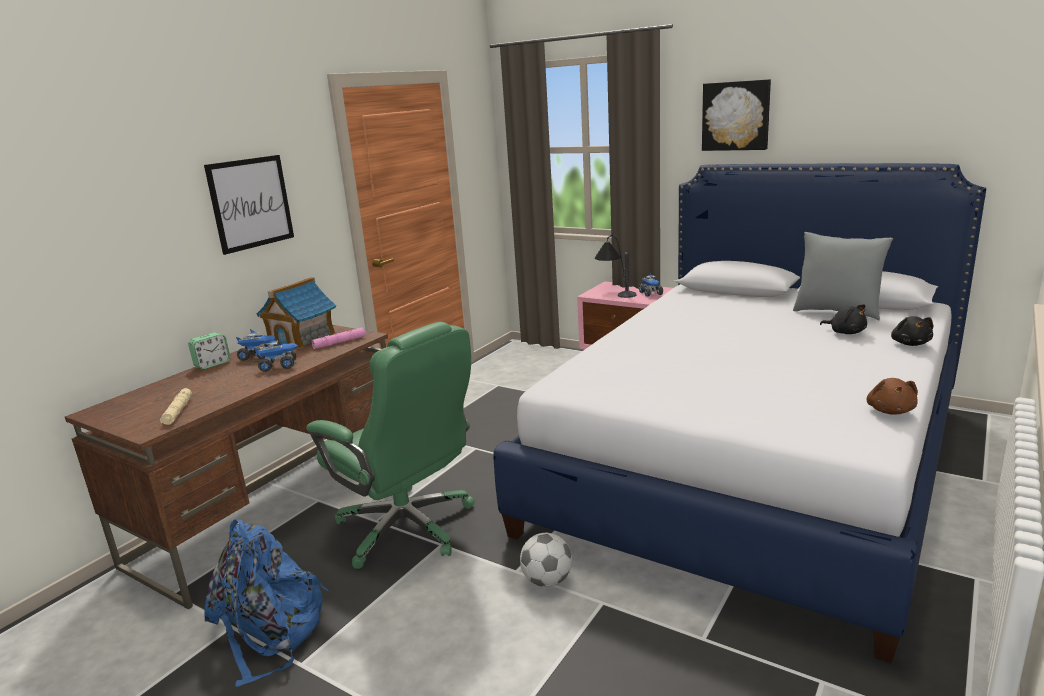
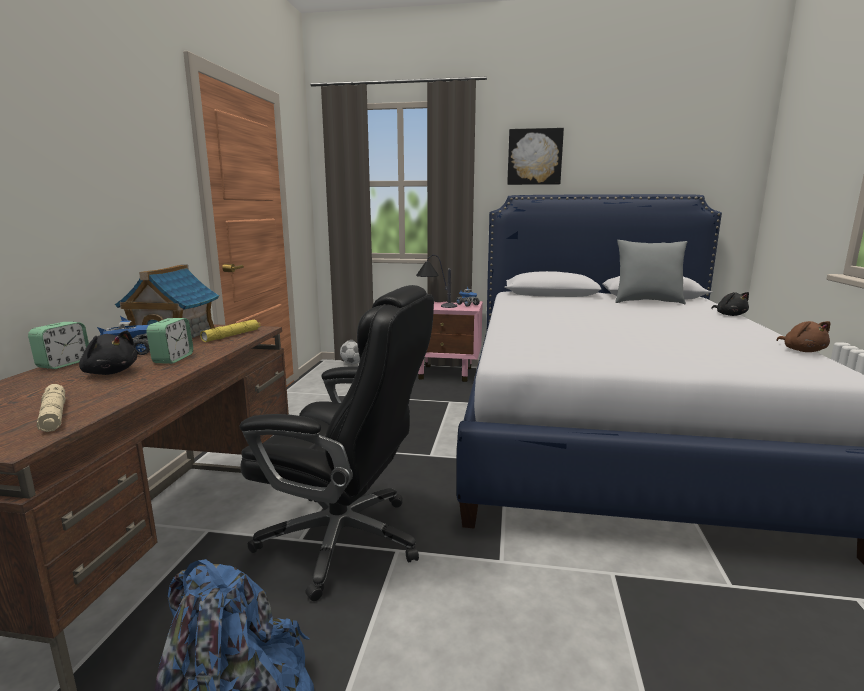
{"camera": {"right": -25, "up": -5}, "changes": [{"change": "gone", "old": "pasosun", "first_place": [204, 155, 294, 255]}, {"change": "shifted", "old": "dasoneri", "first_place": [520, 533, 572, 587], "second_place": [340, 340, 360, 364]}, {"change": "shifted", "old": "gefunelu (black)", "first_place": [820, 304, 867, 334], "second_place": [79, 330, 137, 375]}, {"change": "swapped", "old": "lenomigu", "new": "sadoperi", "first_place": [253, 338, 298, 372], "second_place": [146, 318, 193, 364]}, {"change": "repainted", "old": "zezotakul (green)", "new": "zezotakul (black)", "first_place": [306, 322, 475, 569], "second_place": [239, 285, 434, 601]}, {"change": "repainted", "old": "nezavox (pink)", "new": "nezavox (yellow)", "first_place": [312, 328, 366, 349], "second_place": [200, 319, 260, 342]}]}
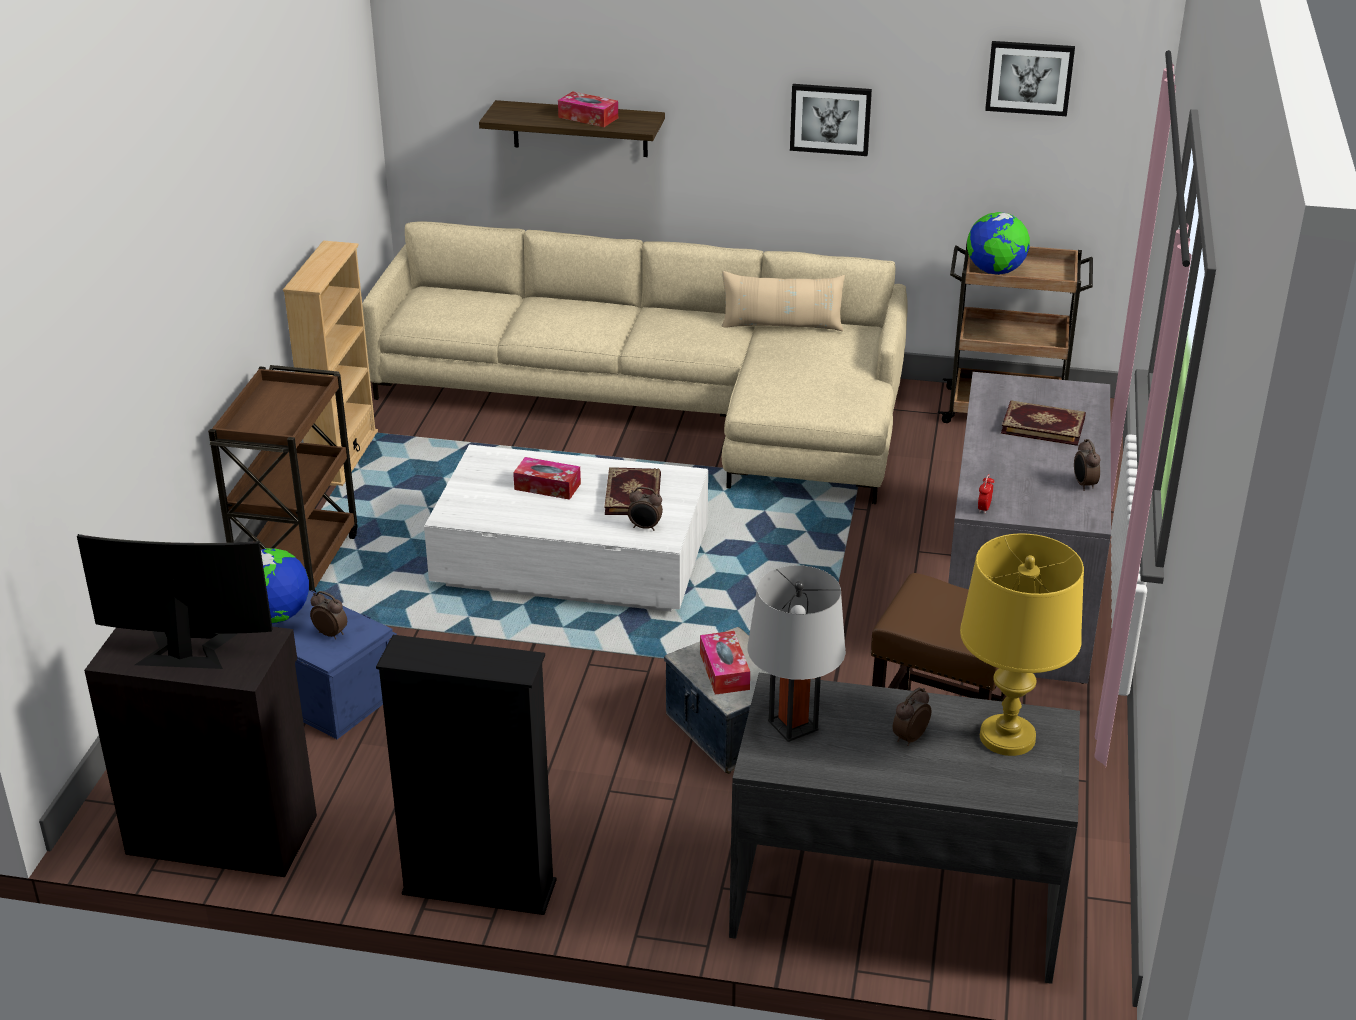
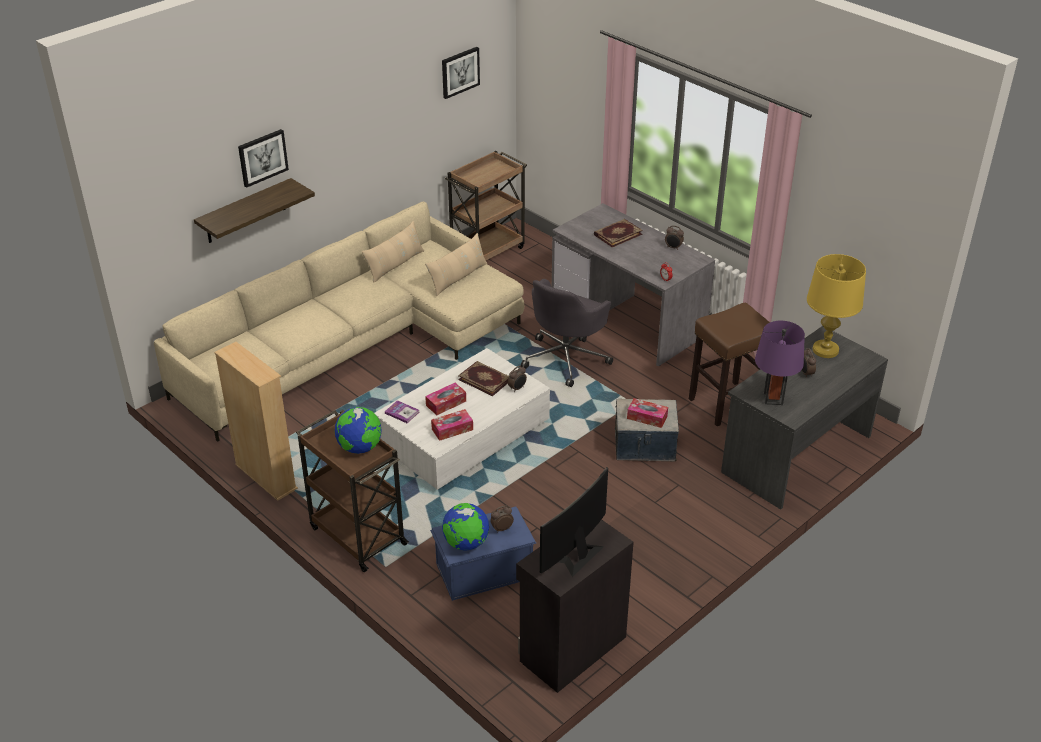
{"camera": {"right": -55, "up": 5}, "changes": [{"change": "gone", "old": "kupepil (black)", "first_place": [376, 635, 556, 915]}, {"change": "new", "new": "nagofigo", "second_place": [385, 400, 419, 423]}, {"change": "new", "new": "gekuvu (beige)", "second_place": [425, 233, 487, 296]}, {"change": "new", "new": "zezotakul (grey)", "second_place": [521, 279, 613, 387]}, {"change": "shifted", "old": "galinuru", "first_place": [558, 91, 618, 127], "second_place": [431, 409, 473, 441]}, {"change": "shifted", "old": "pasosun", "first_place": [790, 84, 872, 156], "second_place": [238, 129, 289, 188]}, {"change": "shifted", "old": "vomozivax", "first_place": [967, 212, 1030, 275], "second_place": [335, 407, 382, 454]}, {"change": "repainted", "old": "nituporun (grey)", "new": "nituporun (purple)", "first_place": [748, 565, 846, 742], "second_place": [755, 321, 805, 405]}]}
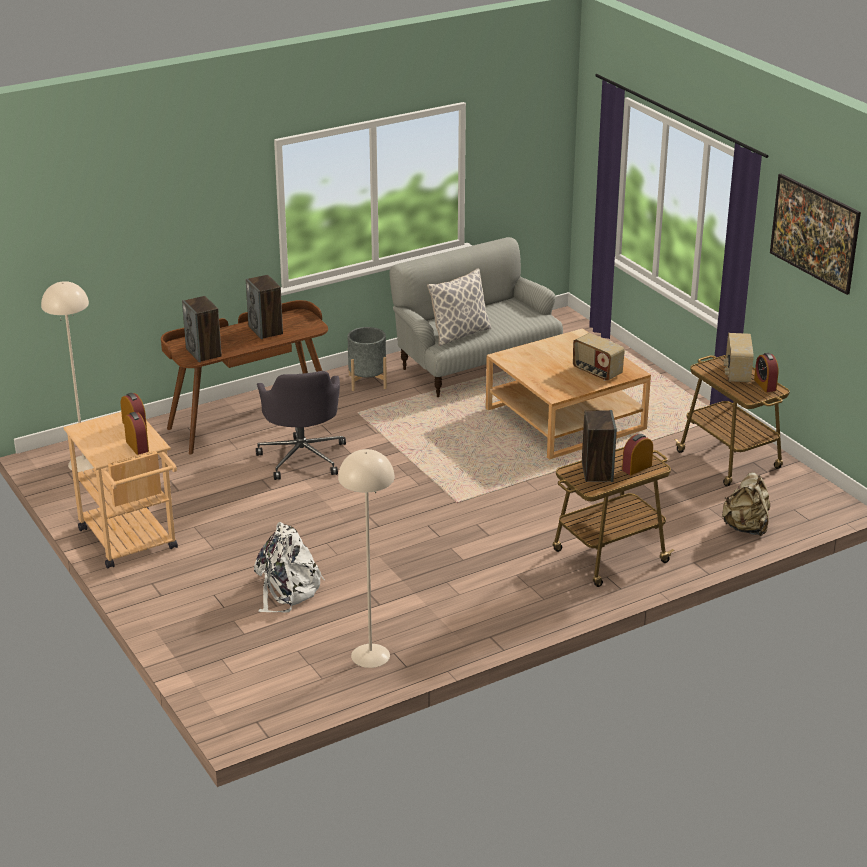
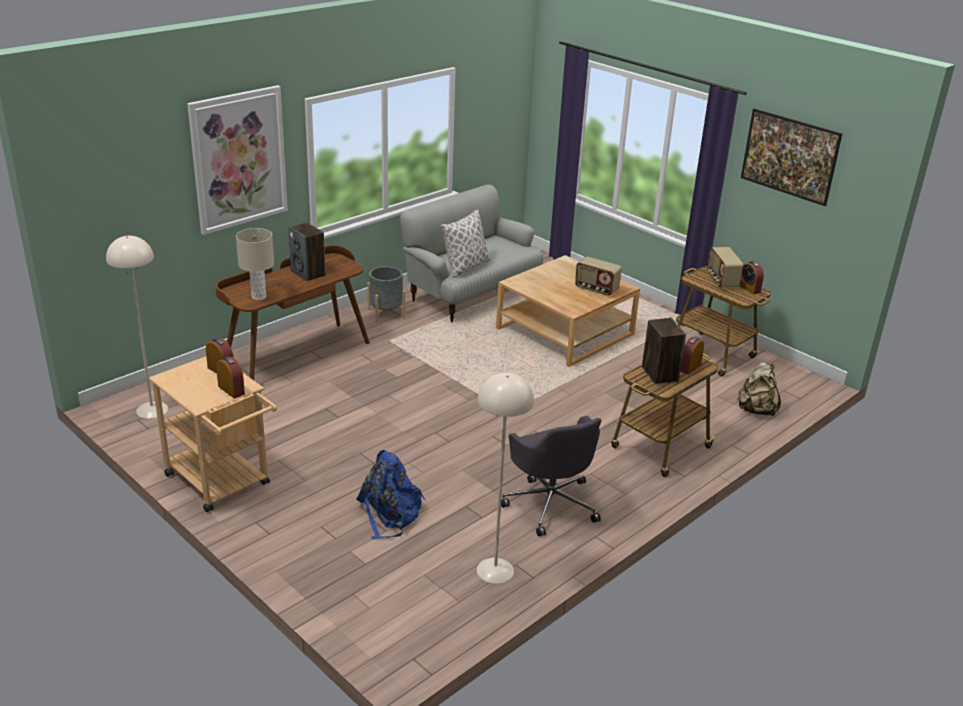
{"camera": {"right": -15, "up": 0}, "changes": [{"change": "new", "new": "pasosun", "second_place": [187, 85, 288, 235]}, {"change": "shifted", "old": "zezotakul (grey)", "first_place": [256, 371, 346, 480], "second_place": [501, 416, 601, 536]}, {"change": "swapped", "old": "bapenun", "new": "nituporun (beige)", "first_place": [182, 296, 222, 362], "second_place": [236, 228, 274, 300]}, {"change": "repainted", "old": "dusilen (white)", "new": "dusilen (blue)", "first_place": [254, 522, 325, 613], "second_place": [356, 450, 426, 539]}]}
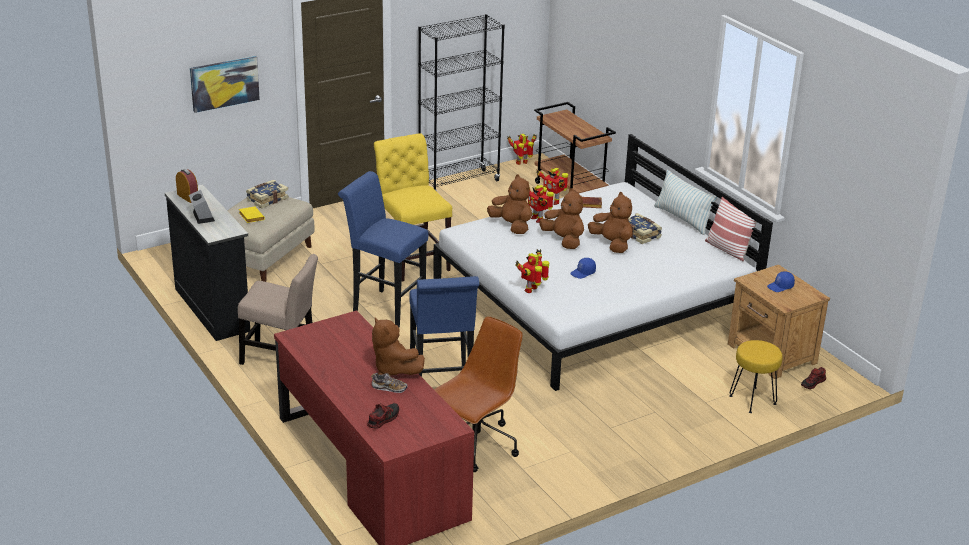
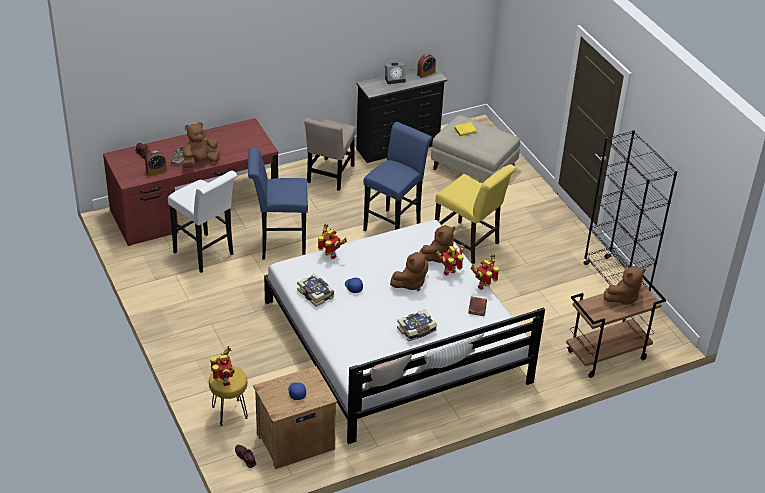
{"camera": {"right": 95, "up": 10}, "changes": [{"change": "gone", "old": "pasosun", "first_place": [190, 56, 260, 113]}, {"change": "new", "new": "sadoperi", "second_place": [145, 150, 167, 176]}, {"change": "shifted", "old": "nagofigo", "first_place": [246, 180, 289, 208], "second_place": [297, 273, 335, 307]}, {"change": "shifted", "old": "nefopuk", "first_place": [507, 134, 537, 165], "second_place": [210, 346, 235, 386]}, {"change": "shifted", "old": "gefunelu (brown)", "first_place": [588, 192, 633, 253], "second_place": [603, 266, 646, 306]}, {"change": "swapped", "old": "zezotakul (brown)", "new": "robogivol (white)", "first_place": [434, 316, 523, 472], "second_place": [168, 171, 237, 273]}, {"change": "rotated", "old": "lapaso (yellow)", "first_place": [374, 133, 452, 282], "second_place": [435, 164, 516, 264], "degrees": 60}]}
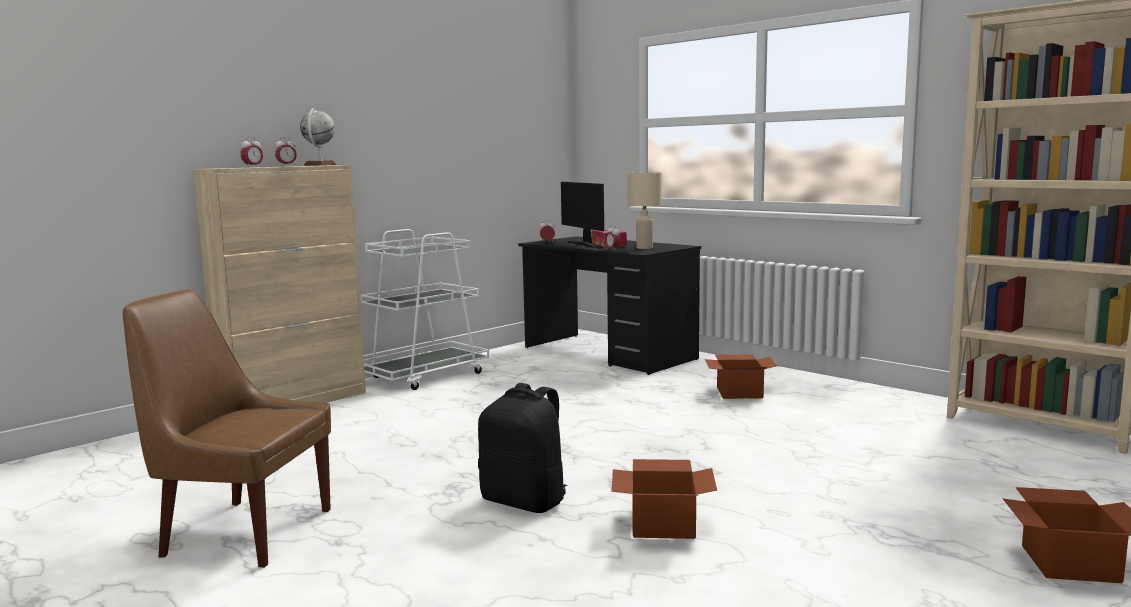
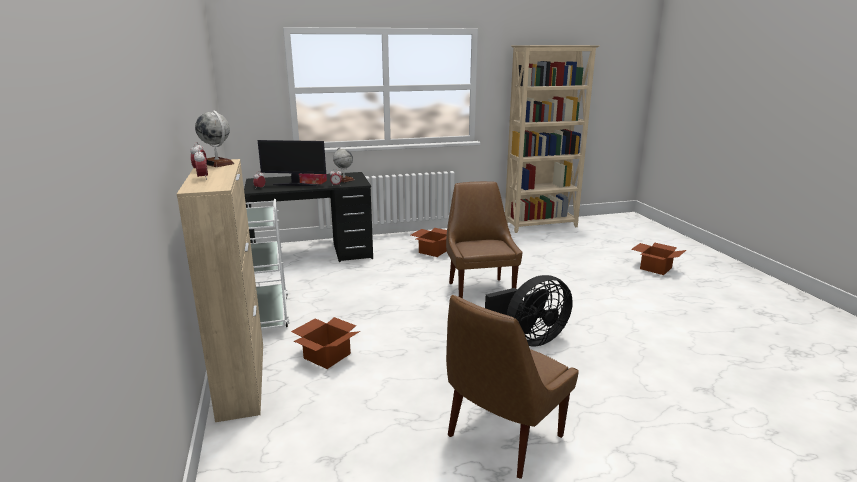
{"camera": {"right": -60, "up": 10}, "changes": [{"change": "new", "new": "lapaso (brown)", "second_place": [446, 181, 523, 299]}, {"change": "shifted", "old": "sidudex", "first_place": [611, 459, 717, 539], "second_place": [291, 317, 360, 369]}, {"change": "swapped", "old": "dusilen (black)", "new": "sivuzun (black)", "first_place": [478, 383, 567, 513], "second_place": [485, 275, 573, 346]}, {"change": "swapped", "old": "nituporun (beige)", "new": "vomozivax", "first_place": [627, 172, 662, 249], "second_place": [333, 147, 354, 182]}]}
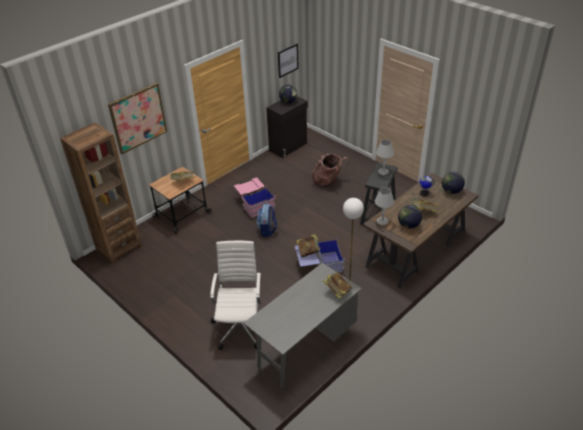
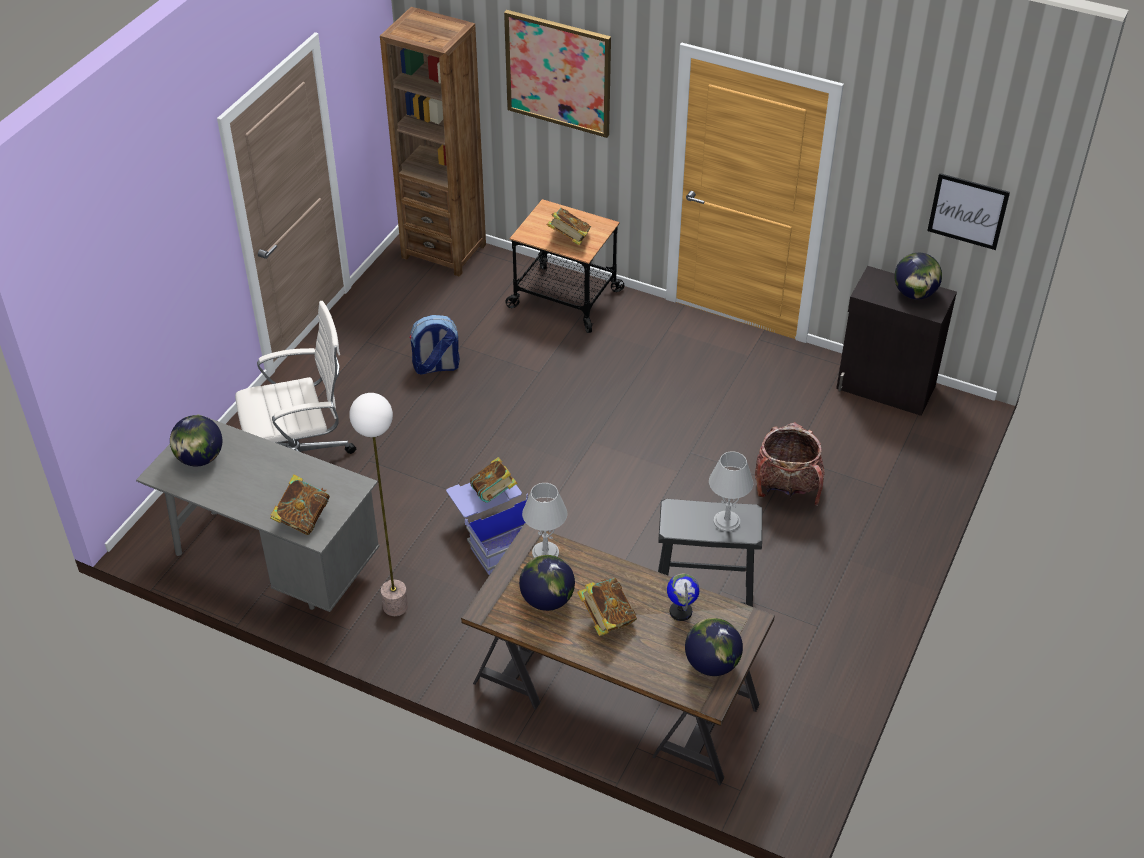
{"camera": {"right": 70, "up": 5}, "changes": [{"change": "gone", "old": "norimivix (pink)", "first_place": [234, 178, 276, 218]}, {"change": "new", "new": "vomozivax", "second_place": [170, 415, 222, 466]}, {"change": "shifted", "old": "dusilen", "first_place": [256, 203, 277, 237], "second_place": [409, 315, 460, 375]}]}
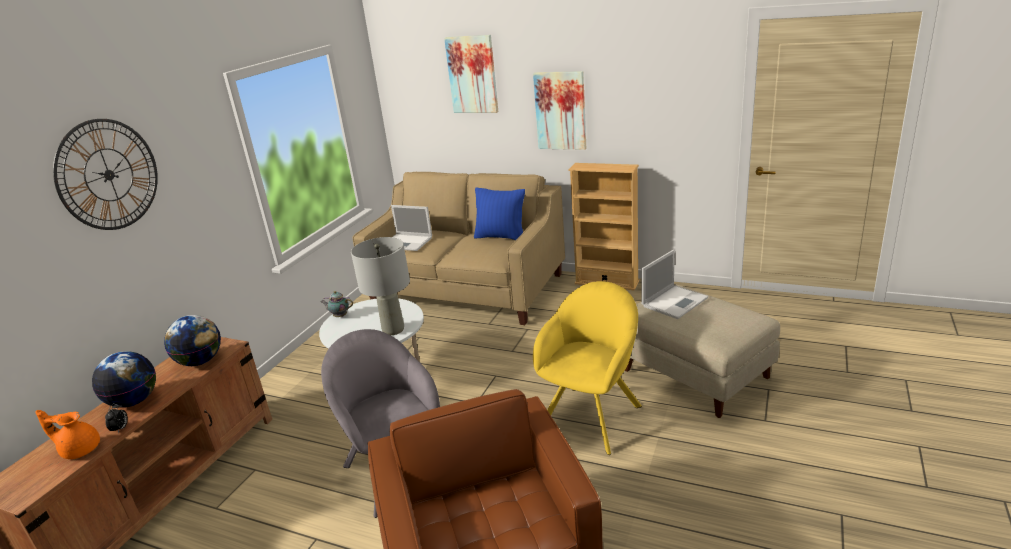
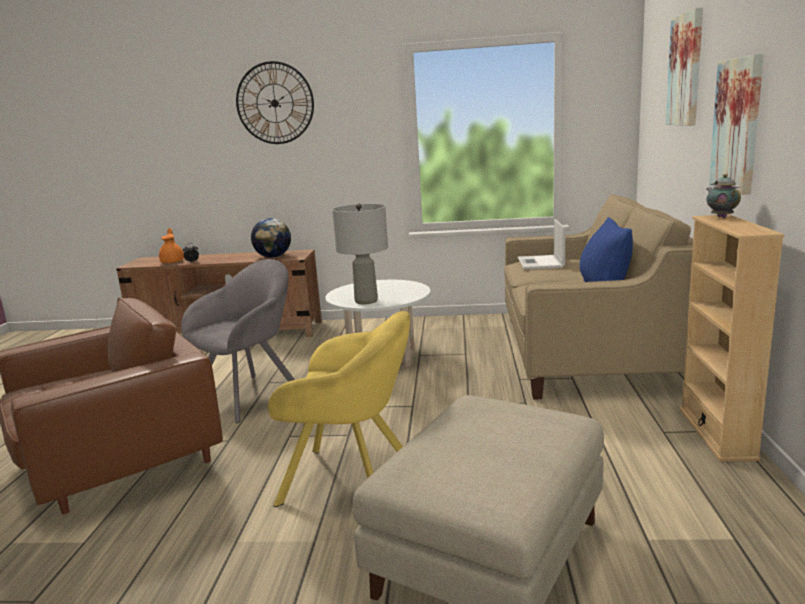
{"camera": {"right": 70, "up": -10}, "changes": [{"change": "gone", "old": "vomozivax", "first_place": [92, 351, 156, 408]}, {"change": "gone", "old": "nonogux", "first_place": [641, 250, 708, 319]}, {"change": "shifted", "old": "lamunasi", "first_place": [321, 291, 353, 317], "second_place": [706, 174, 741, 218]}]}
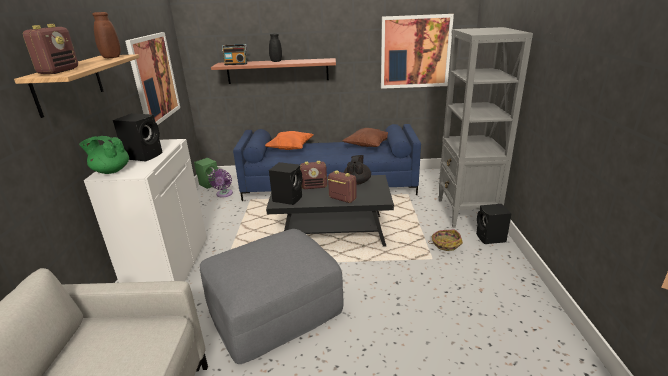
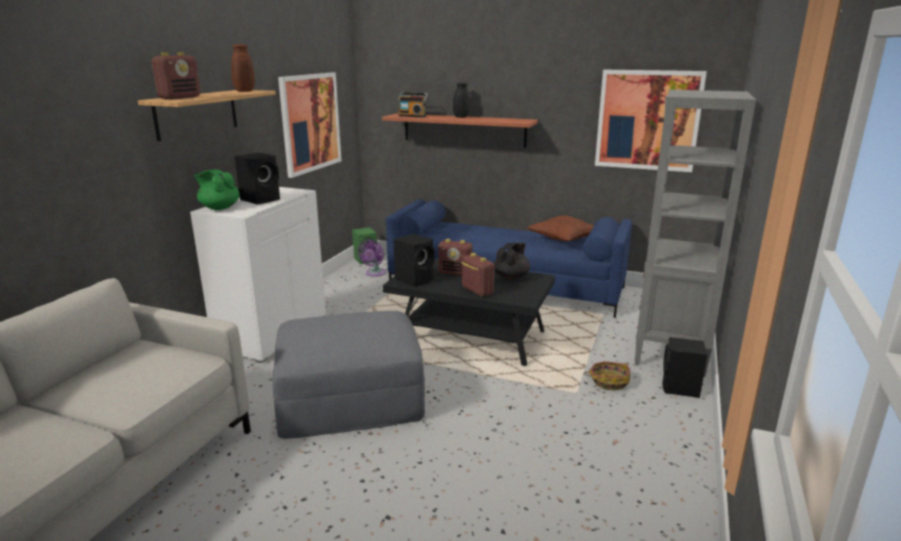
{"camera": {"right": 20, "up": -5}, "changes": [{"change": "gone", "old": "gekuvu (orange)", "first_place": [265, 131, 313, 150]}]}
